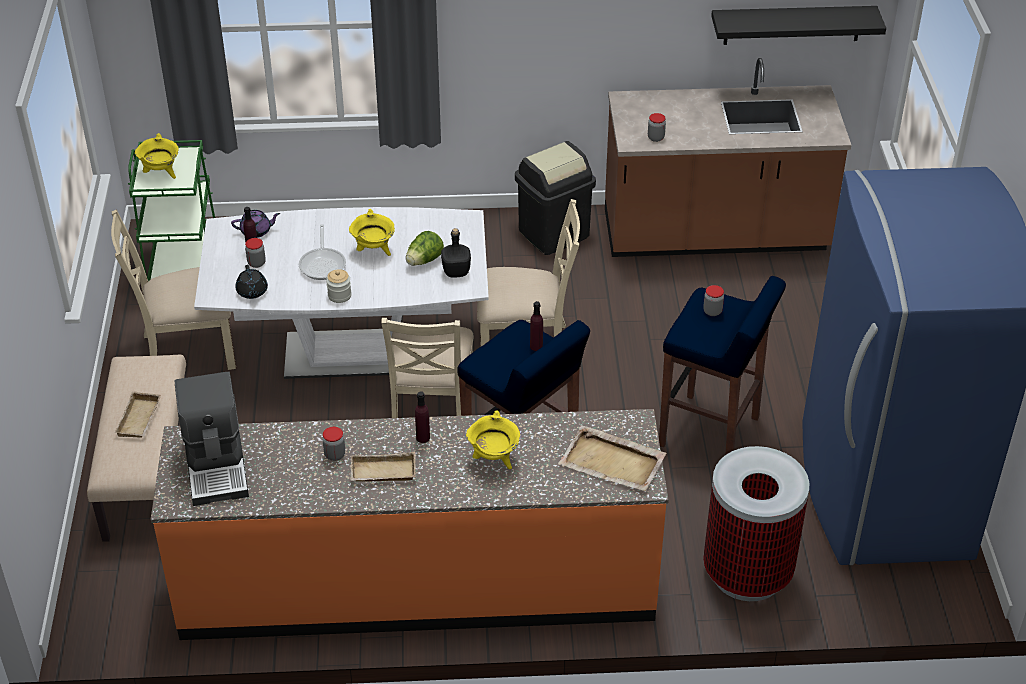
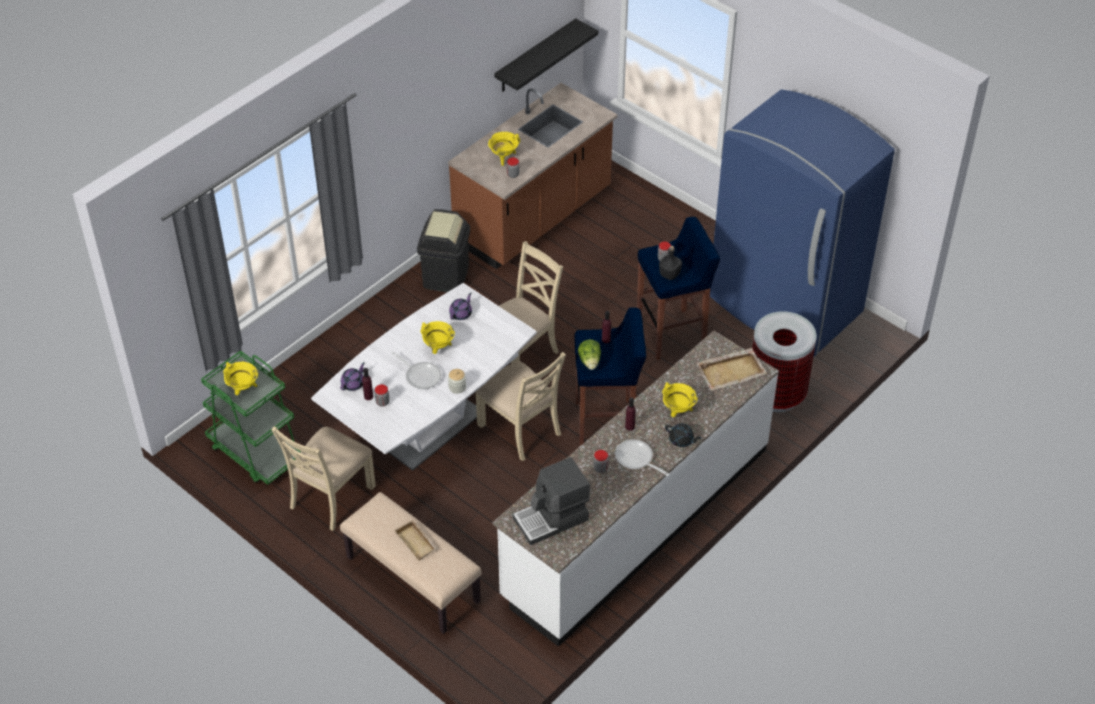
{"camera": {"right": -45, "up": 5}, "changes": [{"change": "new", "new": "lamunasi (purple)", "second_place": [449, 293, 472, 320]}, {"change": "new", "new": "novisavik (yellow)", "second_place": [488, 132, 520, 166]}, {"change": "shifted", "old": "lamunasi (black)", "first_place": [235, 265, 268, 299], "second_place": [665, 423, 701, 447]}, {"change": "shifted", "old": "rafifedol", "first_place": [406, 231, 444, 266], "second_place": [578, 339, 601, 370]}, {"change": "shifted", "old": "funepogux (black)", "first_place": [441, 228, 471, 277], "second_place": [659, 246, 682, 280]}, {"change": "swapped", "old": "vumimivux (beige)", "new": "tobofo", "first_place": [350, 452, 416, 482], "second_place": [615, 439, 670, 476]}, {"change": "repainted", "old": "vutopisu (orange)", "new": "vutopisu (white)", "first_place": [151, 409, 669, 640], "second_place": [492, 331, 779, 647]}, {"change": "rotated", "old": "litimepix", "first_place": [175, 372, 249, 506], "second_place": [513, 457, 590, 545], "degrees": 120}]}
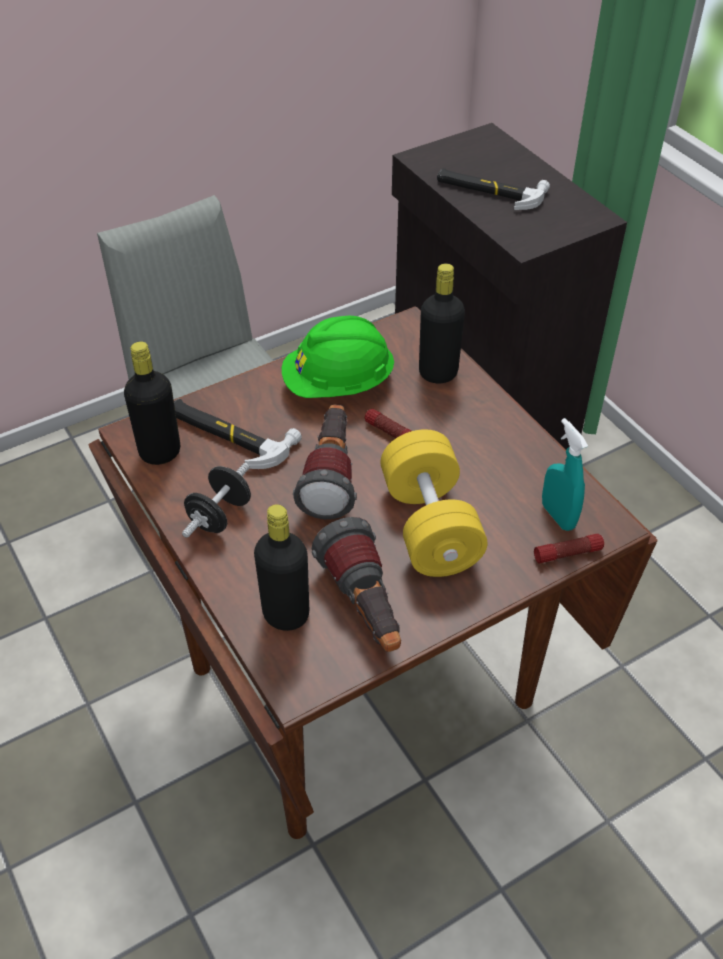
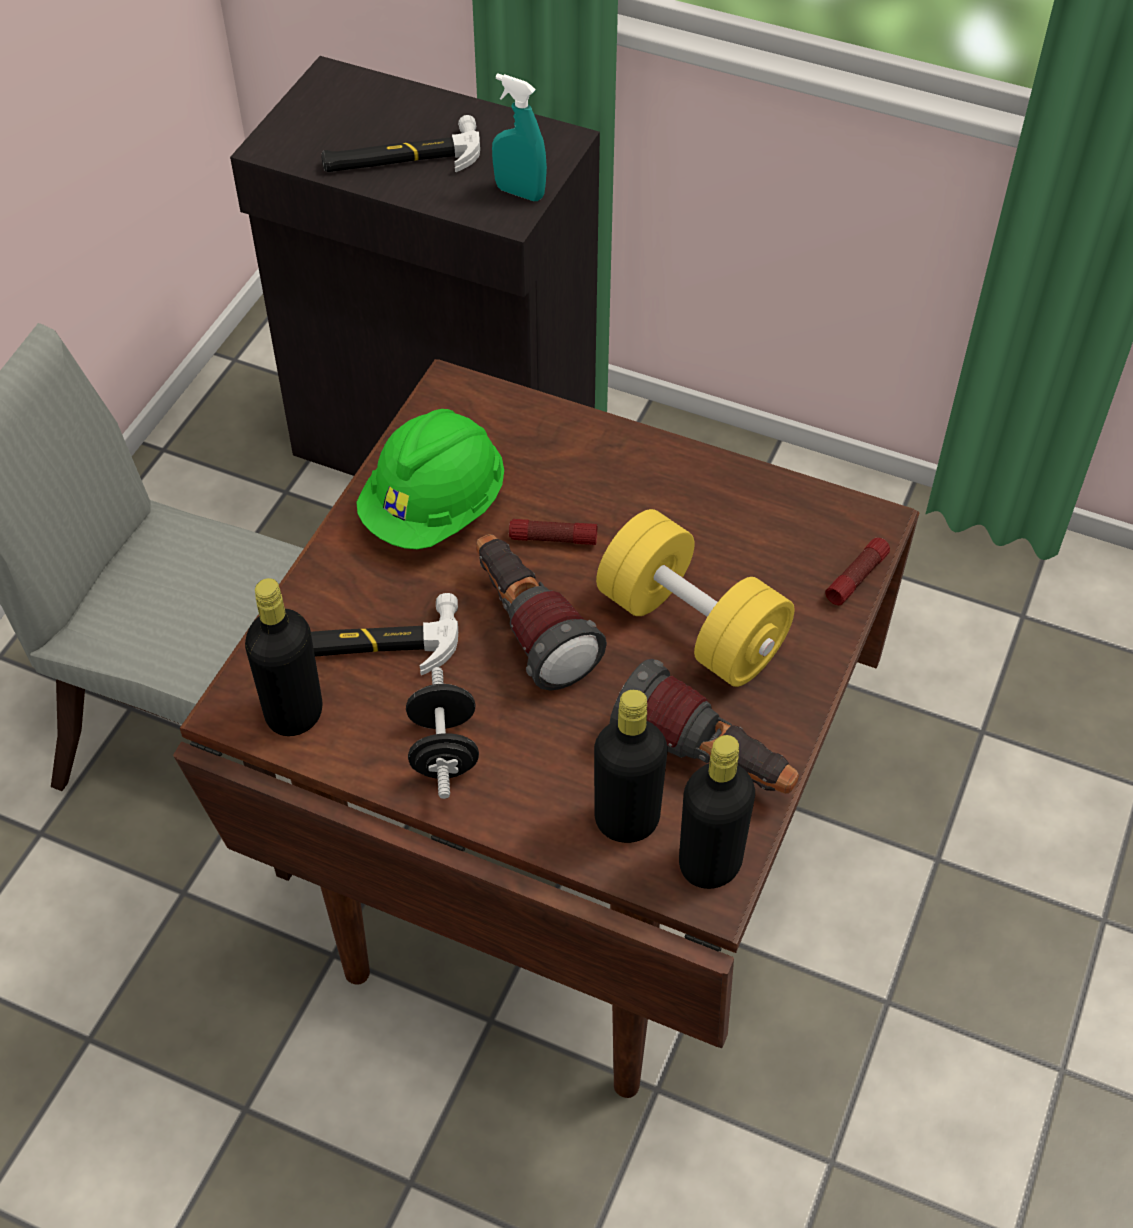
{"camera": {"right": -35, "up": 5}, "changes": [{"change": "shifted", "old": "funepogux (black)", "first_place": [419, 264, 465, 383], "second_place": [679, 735, 755, 889]}, {"change": "shifted", "old": "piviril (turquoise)", "first_place": [542, 418, 588, 531], "second_place": [492, 73, 547, 201]}]}
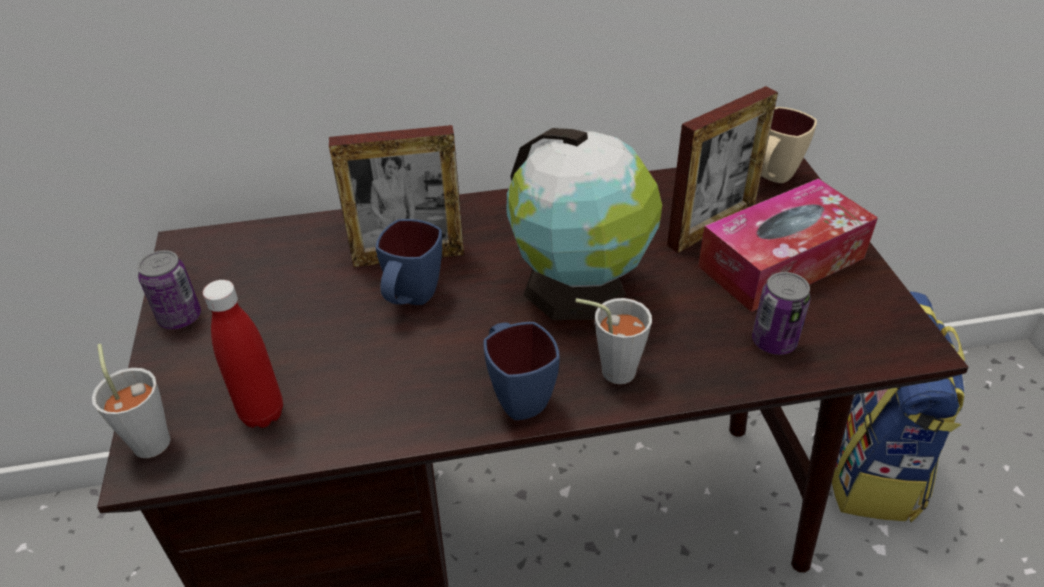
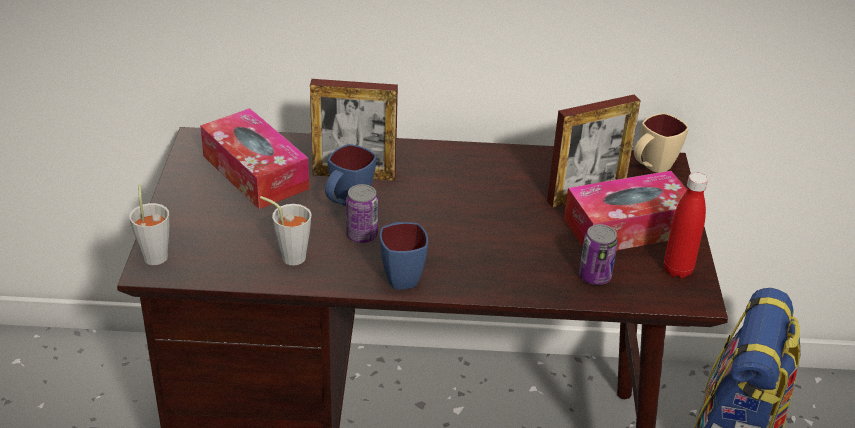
{"camera": {"right": 10, "up": -5}, "changes": [{"change": "gone", "old": "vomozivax", "first_place": [507, 128, 662, 320]}, {"change": "new", "new": "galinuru", "second_place": [200, 108, 309, 209]}, {"change": "shifted", "old": "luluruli", "first_place": [137, 250, 201, 329], "second_place": [346, 184, 378, 243]}, {"change": "shifted", "old": "funepogux (red)", "first_place": [203, 280, 283, 428], "second_place": [664, 172, 708, 278]}, {"change": "shifted", "old": "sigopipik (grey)", "first_place": [576, 298, 652, 384], "second_place": [260, 196, 312, 265]}]}
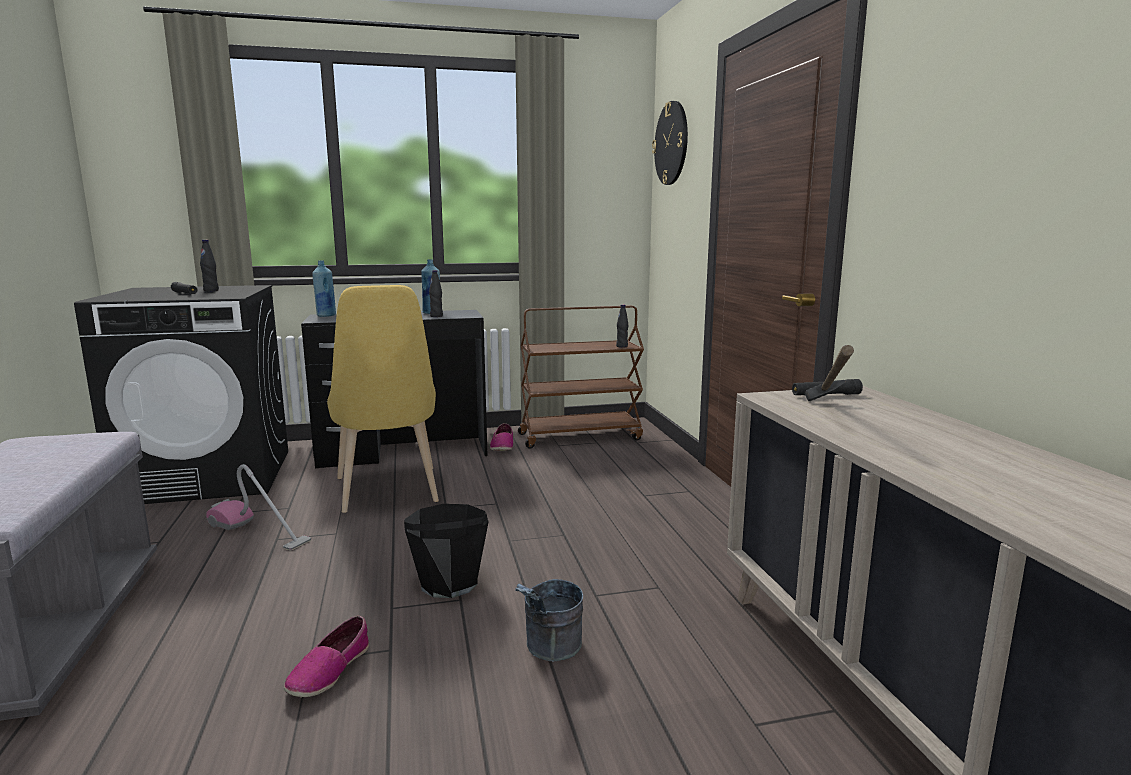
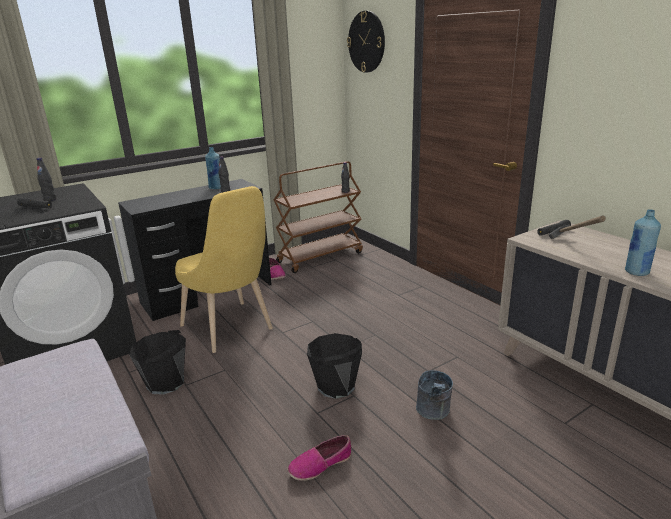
{"camera": {"right": -20, "up": 10}, "changes": [{"change": "shifted", "old": "funepogux (blue)", "first_place": [312, 260, 336, 317], "second_place": [625, 209, 661, 276]}, {"change": "swapped", "old": "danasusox", "new": "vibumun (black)", "first_place": [206, 464, 311, 551], "second_place": [129, 330, 186, 395]}, {"change": "rotated", "old": "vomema", "first_place": [284, 616, 369, 698], "second_place": [287, 435, 351, 481], "degrees": 60}]}
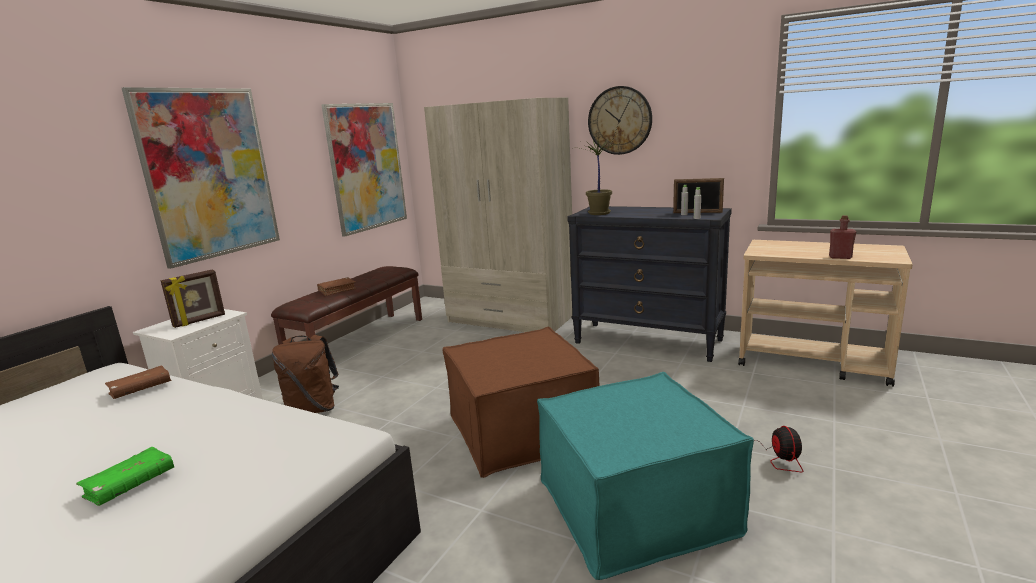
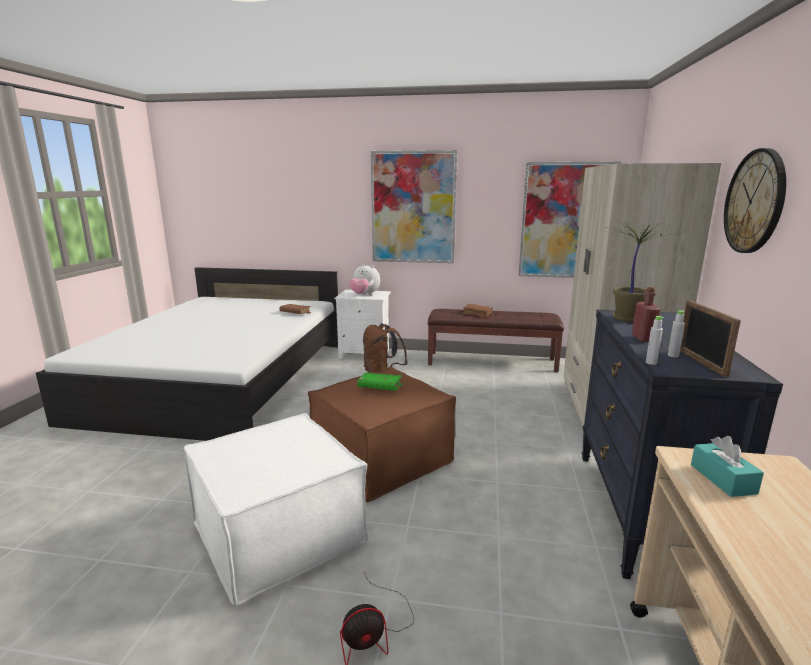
{"camera": {"right": 70, "up": 0}, "changes": [{"change": "new", "new": "galinuru (turquoise)", "second_place": [691, 436, 764, 497]}, {"change": "shifted", "old": "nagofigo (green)", "first_place": [76, 447, 175, 506], "second_place": [358, 372, 402, 391]}, {"change": "shifted", "old": "funepogux (red)", "first_place": [829, 215, 856, 259], "second_place": [632, 287, 661, 342]}, {"change": "swapped", "old": "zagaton", "new": "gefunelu", "first_place": [161, 270, 225, 328], "second_place": [349, 264, 380, 295]}, {"change": "repainted", "old": "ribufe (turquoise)", "new": "ribufe (white)", "first_place": [537, 372, 754, 580], "second_place": [184, 413, 367, 605]}]}
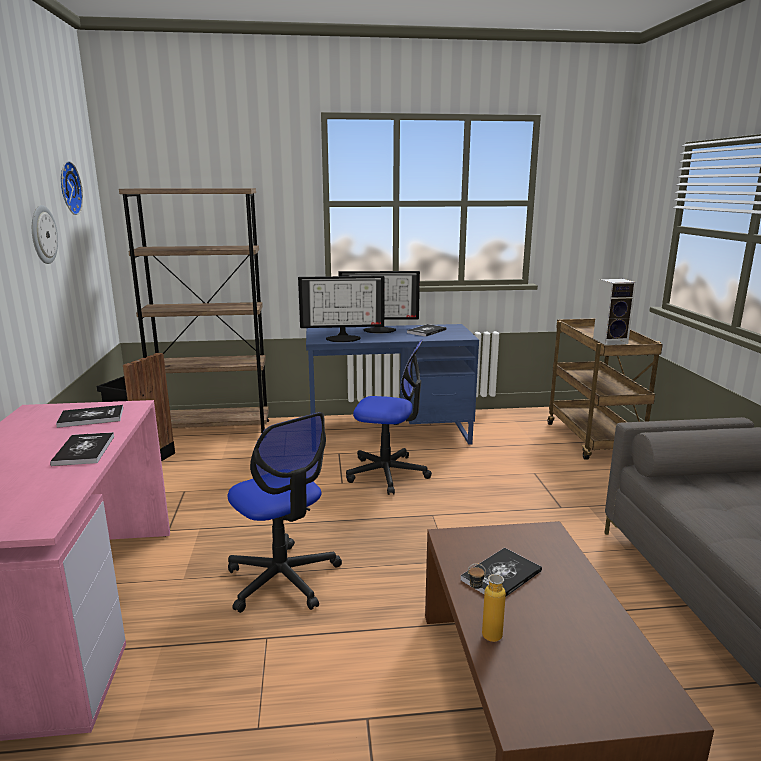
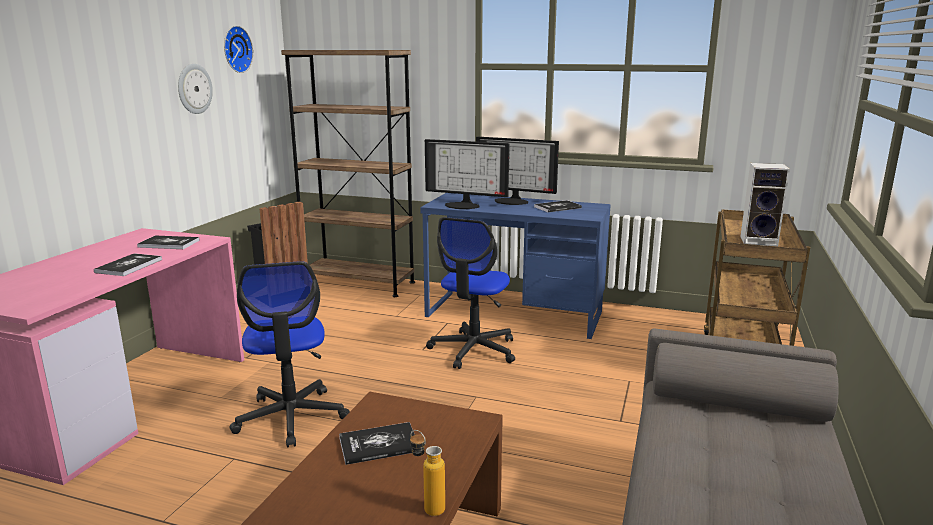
{"camera": {"right": 25, "up": 0}, "changes": [{"change": "shifted", "old": "funepogux", "first_place": [468, 563, 506, 642], "second_place": [410, 430, 445, 516]}, {"change": "rotated", "old": "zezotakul", "first_place": [346, 340, 432, 495], "second_place": [426, 217, 515, 369], "degrees": 75}]}
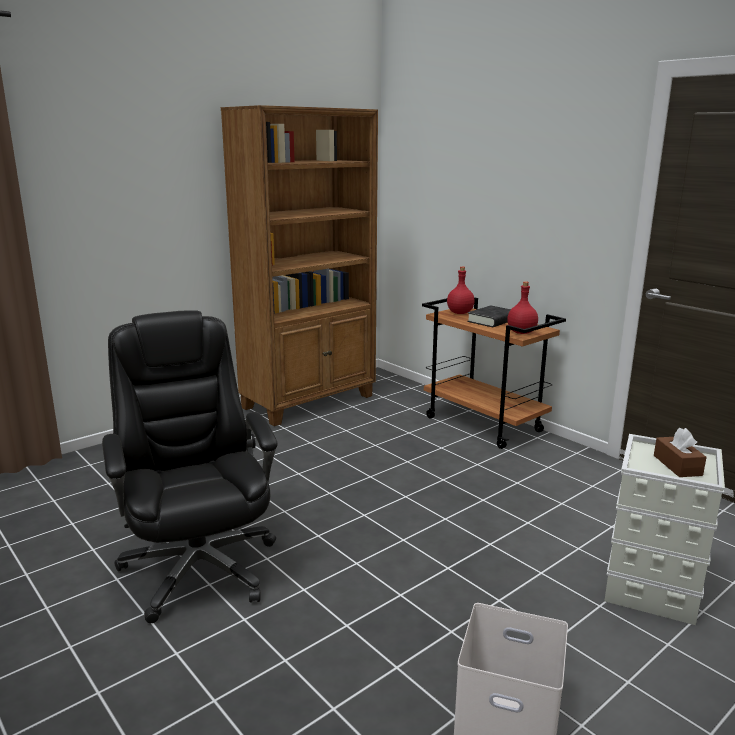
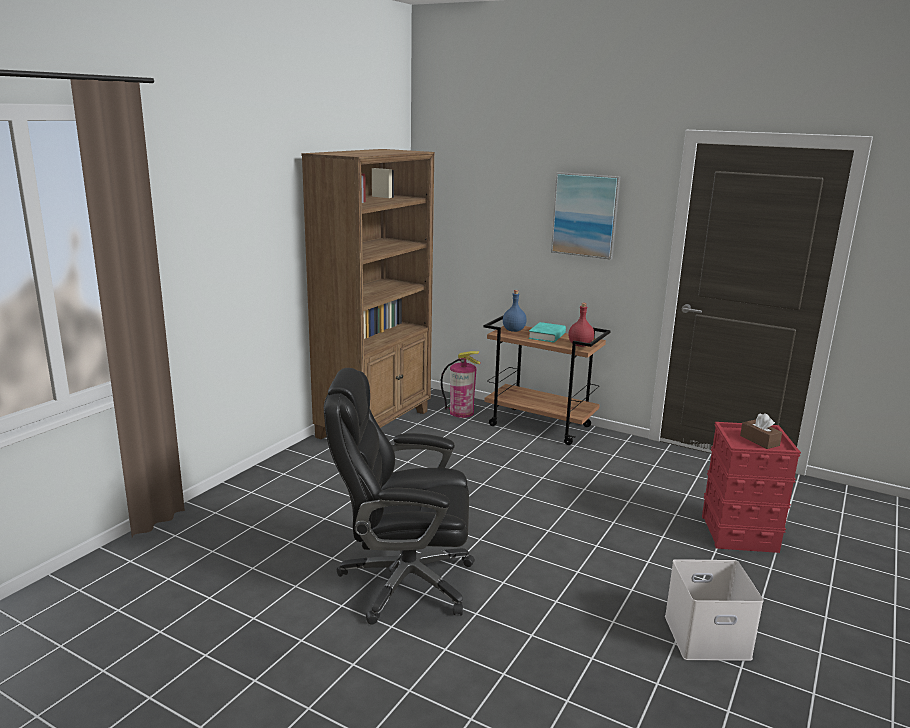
{"camera": {"right": -20, "up": 0}, "changes": [{"change": "new", "new": "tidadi", "second_place": [441, 351, 481, 418]}, {"change": "new", "new": "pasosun", "second_place": [551, 172, 620, 260]}, {"change": "repainted", "old": "funepogux (red)", "new": "funepogux (blue)", "first_place": [447, 267, 475, 314], "second_place": [503, 290, 527, 332]}, {"change": "repainted", "old": "nagofigo (black)", "new": "nagofigo (turquoise)", "first_place": [467, 305, 511, 327], "second_place": [528, 322, 566, 342]}, {"change": "repainted", "old": "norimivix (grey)", "new": "norimivix (red)", "first_place": [604, 434, 725, 625], "second_place": [702, 422, 801, 553]}, {"change": "rotated", "old": "zezotakul (black)", "first_place": [102, 310, 277, 623], "second_place": [324, 368, 475, 624], "degrees": -45}]}
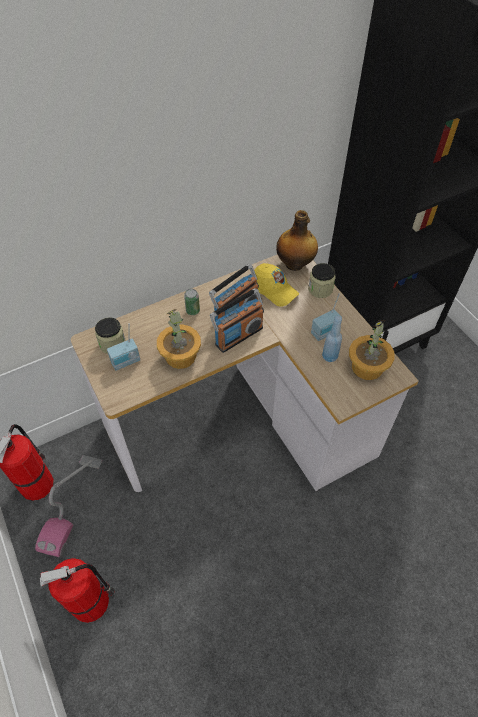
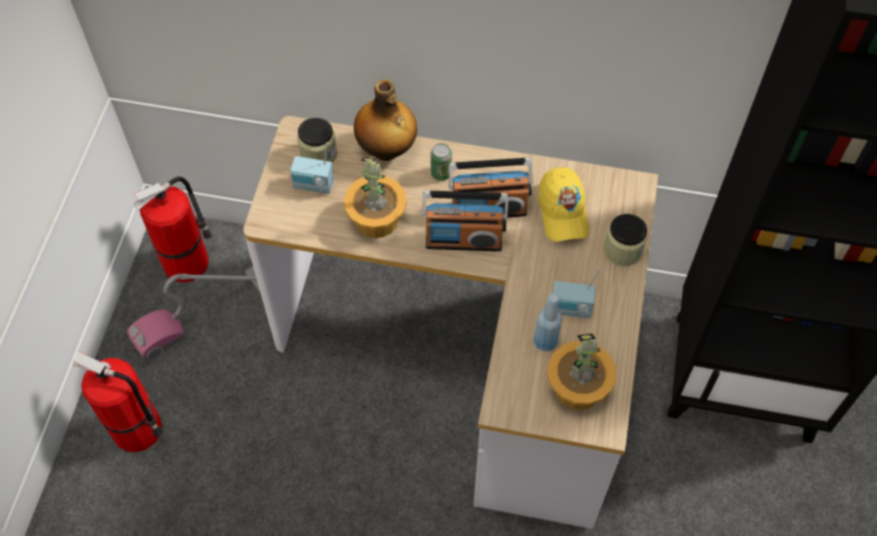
{"camera": {"right": 40, "up": 5}, "changes": [{"change": "shifted", "old": "funepogux", "first_place": [276, 210, 318, 271], "second_place": [354, 79, 417, 161]}]}
